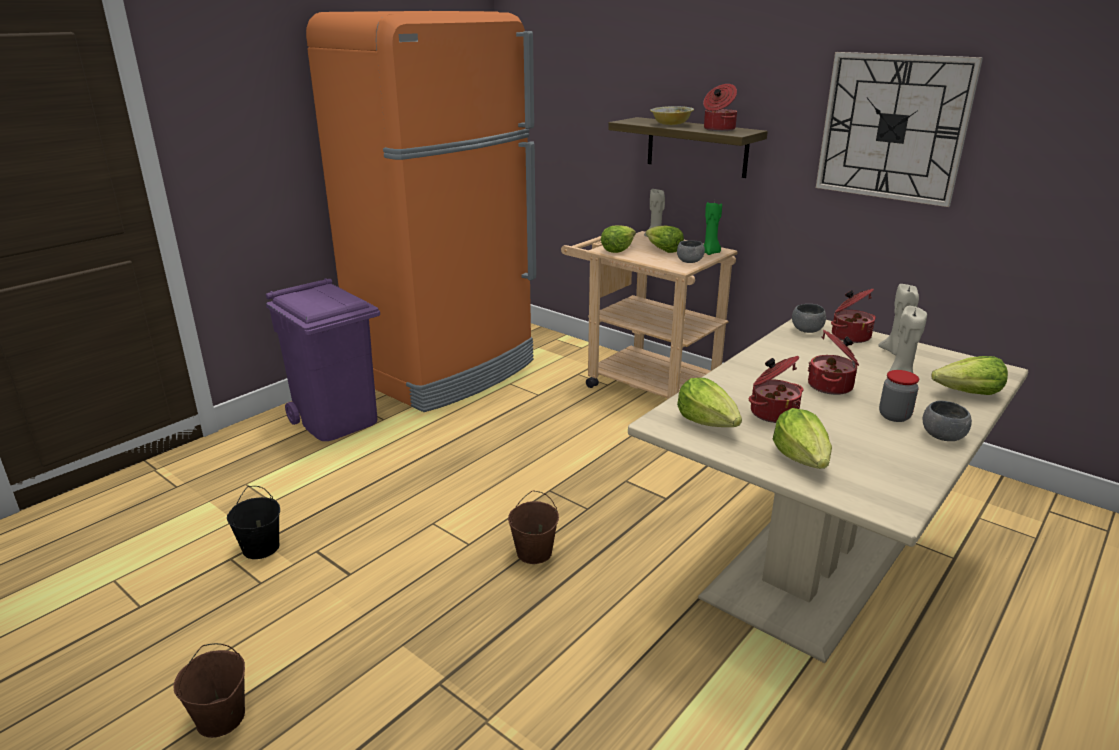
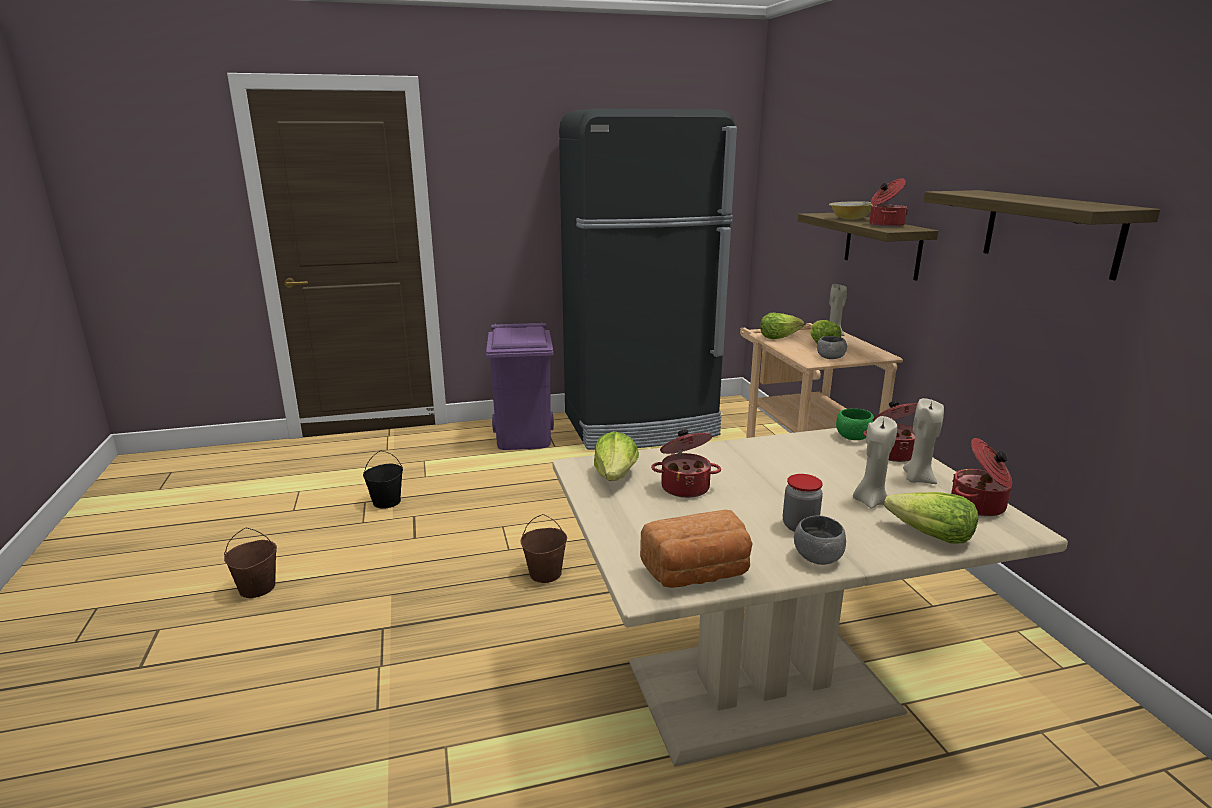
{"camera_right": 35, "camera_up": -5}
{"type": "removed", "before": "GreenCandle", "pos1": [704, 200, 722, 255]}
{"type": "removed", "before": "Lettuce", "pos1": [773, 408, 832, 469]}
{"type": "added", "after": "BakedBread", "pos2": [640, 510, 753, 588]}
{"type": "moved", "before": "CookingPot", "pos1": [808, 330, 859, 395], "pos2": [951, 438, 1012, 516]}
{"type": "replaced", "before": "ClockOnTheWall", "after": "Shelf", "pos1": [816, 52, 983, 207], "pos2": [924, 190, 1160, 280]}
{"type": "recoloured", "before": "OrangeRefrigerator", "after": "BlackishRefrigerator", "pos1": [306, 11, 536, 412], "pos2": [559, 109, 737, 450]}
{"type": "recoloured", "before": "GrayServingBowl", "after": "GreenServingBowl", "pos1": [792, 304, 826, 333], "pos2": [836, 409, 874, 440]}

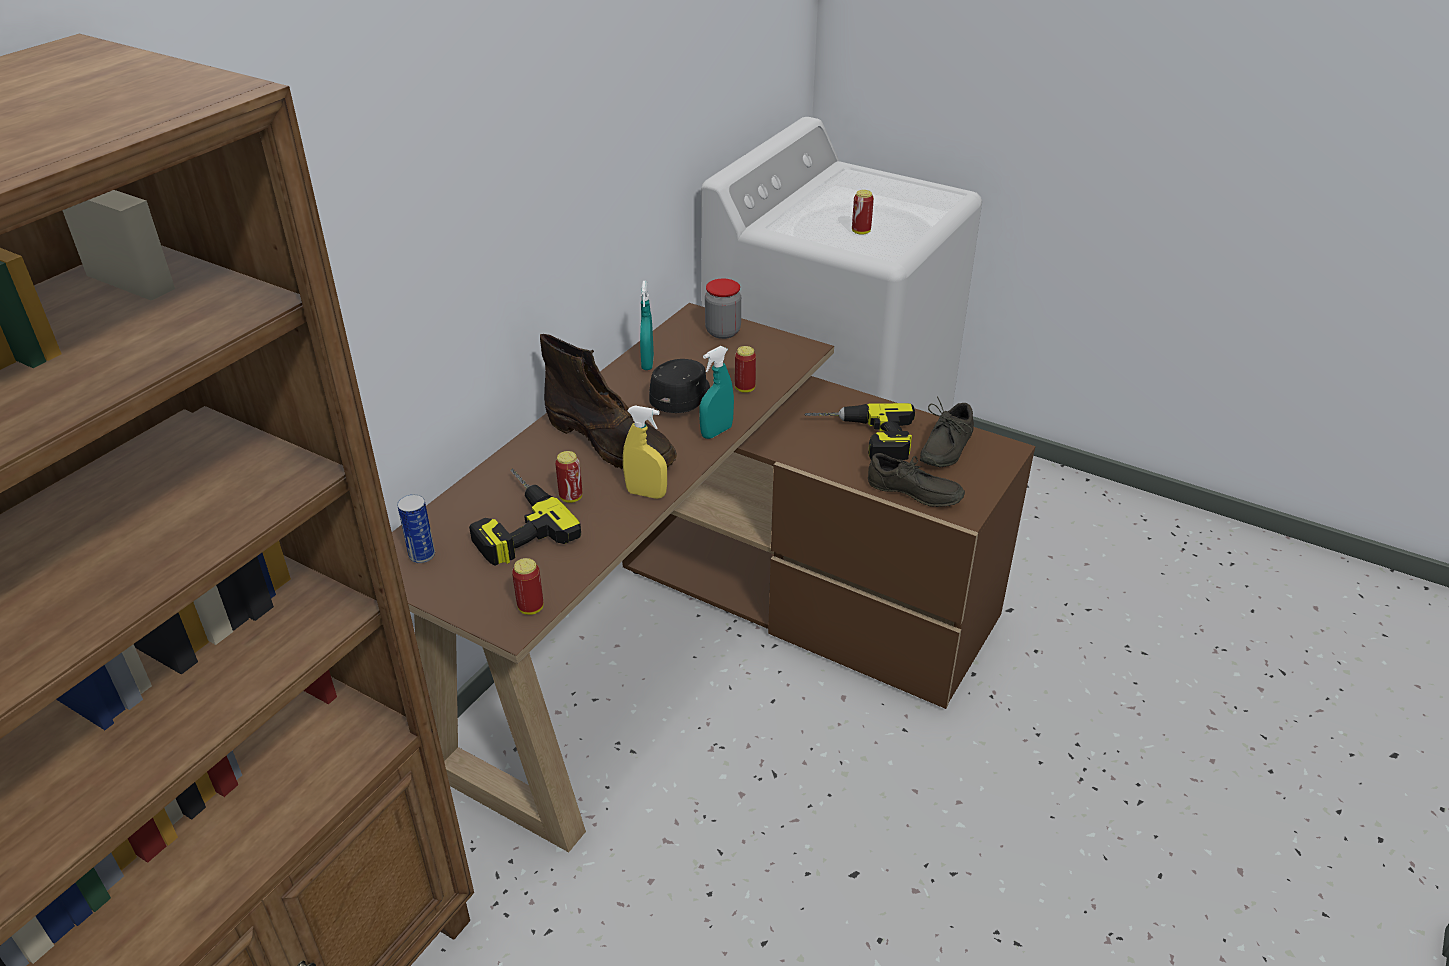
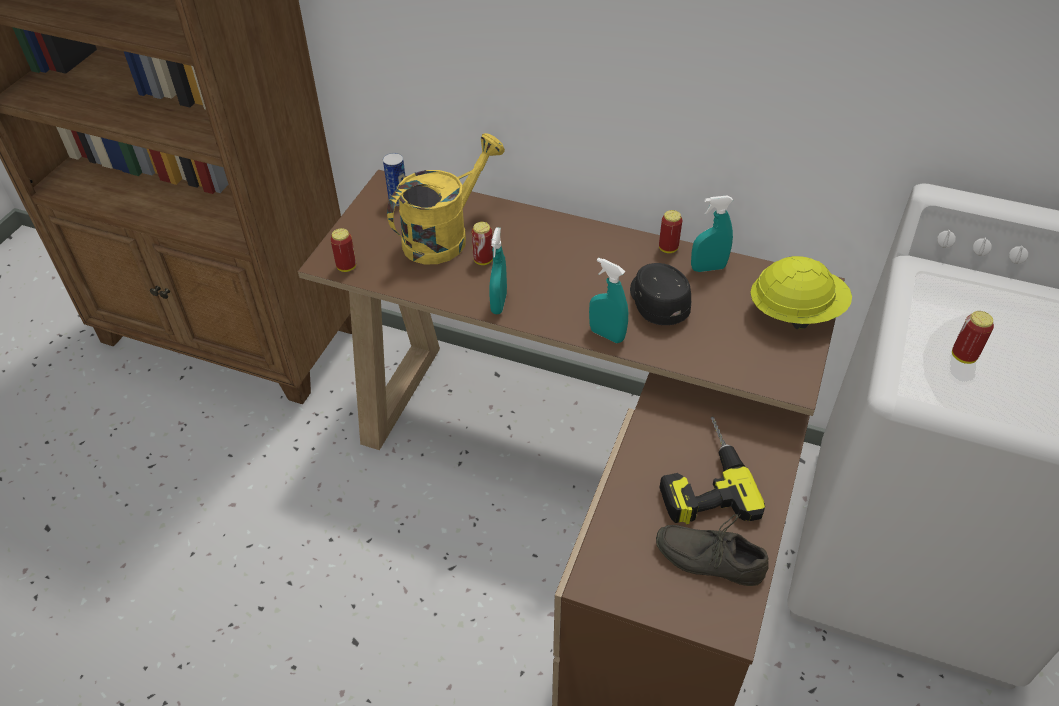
{"camera_right": 80, "camera_up": 10}
{"type": "removed", "before": "BrownishBoot", "pos1": [540, 334, 677, 469]}
{"type": "removed", "before": "GrayLowShoe", "pos1": [868, 453, 965, 507]}
{"type": "moved", "before": "SealedCan", "pos1": [735, 346, 756, 393], "pos2": [659, 210, 682, 253]}
{"type": "replaced", "before": "Drill", "after": "YellowishWateringPot", "pos1": [469, 469, 581, 566], "pos2": [387, 133, 505, 264]}
{"type": "replaced", "before": "Jar", "after": "YellowishWorkHelmet", "pos1": [705, 279, 741, 339], "pos2": [750, 256, 852, 329]}
{"type": "recoloured", "before": "YellowishSprayer", "after": "TurquoiseColouredSprayer", "pos1": [623, 406, 667, 499], "pos2": [489, 227, 507, 314]}
{"type": "turned", "before": "BlackishCap", "pos1": [649, 359, 710, 413], "pos2": [630, 263, 692, 325], "turn": -120}

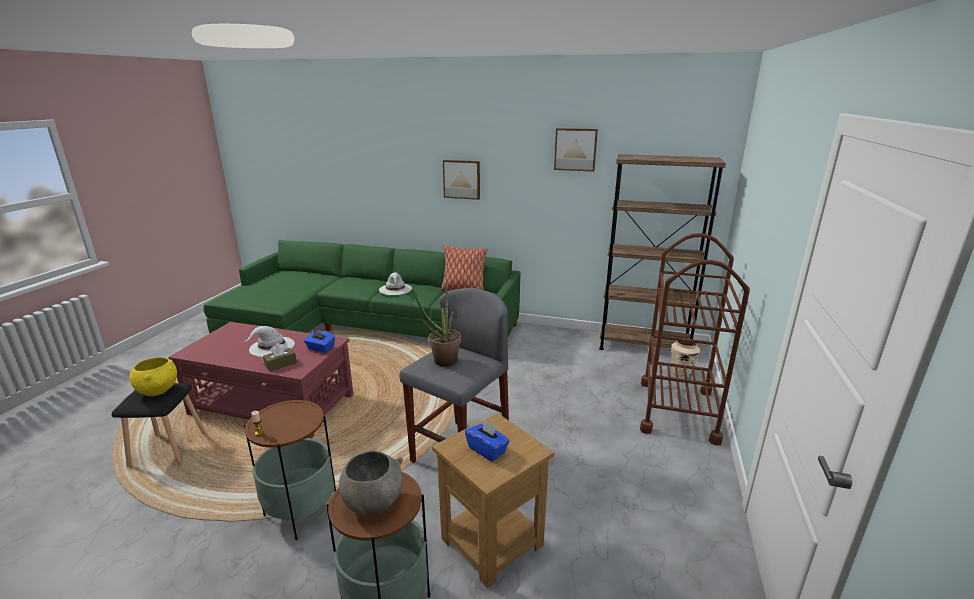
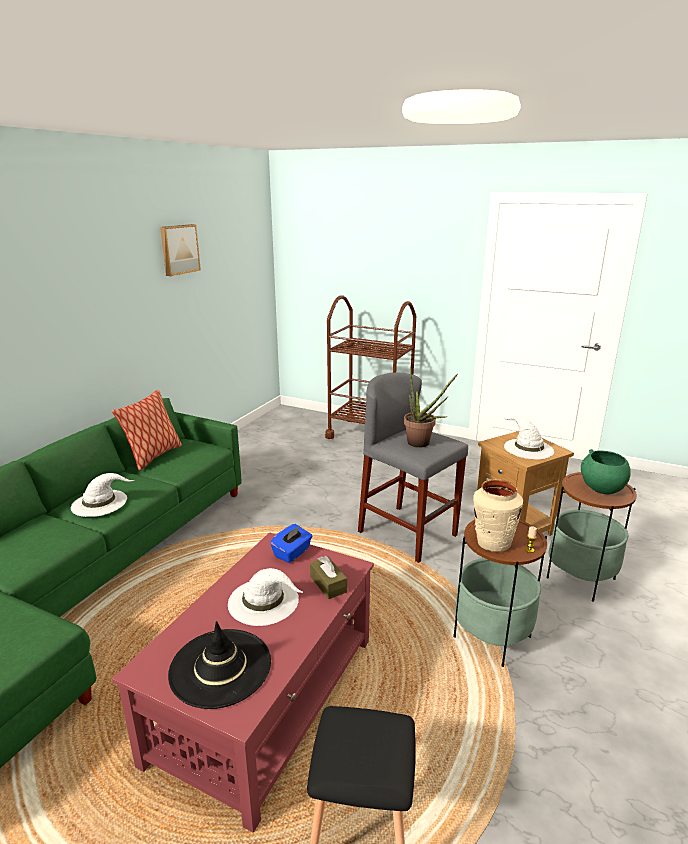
{"camera_right": -80, "camera_up": 0}
{"type": "removed", "before": "YellowishServingBowl", "pos1": [130, 357, 177, 396]}
{"type": "removed", "before": "WallArt", "pos1": [443, 160, 480, 200]}
{"type": "removed", "before": "BrownishShelvingUnit", "pos1": [599, 154, 726, 350]}
{"type": "added", "after": "BlackishClothingHat", "pos2": [168, 621, 271, 709]}
{"type": "moved", "before": "BeigeColouredFlowerVase", "pos1": [671, 338, 700, 377], "pos2": [473, 479, 523, 552]}
{"type": "replaced", "before": "BlueTissueBox", "after": "WhiteClothingHat", "pos1": [465, 419, 510, 461], "pos2": [503, 416, 554, 459]}
{"type": "recoloured", "before": "GrayServingBowl", "after": "GreenServingBowl", "pos1": [339, 450, 403, 515], "pos2": [581, 449, 631, 494]}

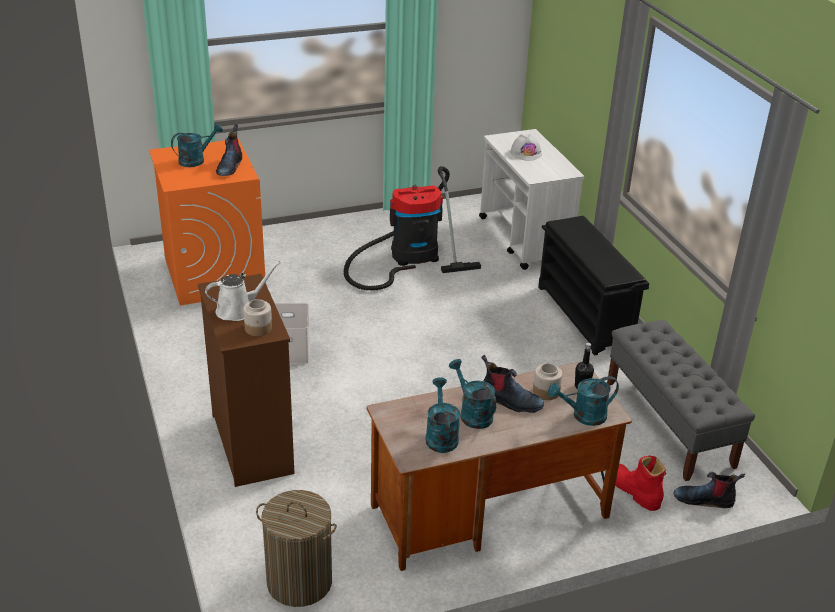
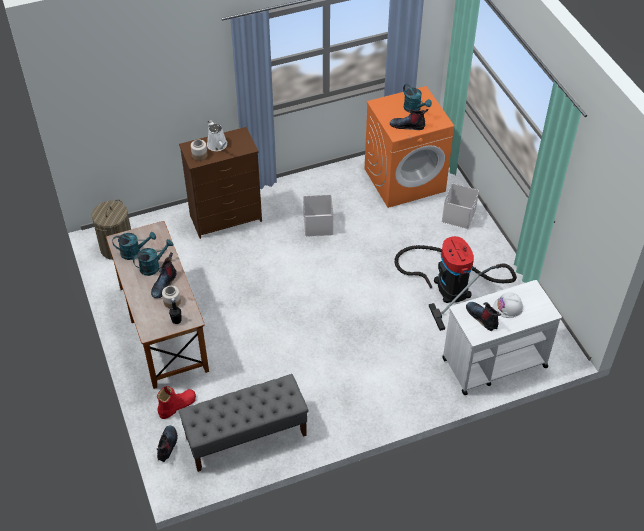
{"camera_right": 90, "camera_up": 15}
{"type": "removed", "before": "BlackishShoeShelf", "pos1": [538, 216, 649, 356]}
{"type": "removed", "before": "TurquoiseColouredWateringPot", "pos1": [548, 376, 619, 426]}
{"type": "added", "after": "WhiteStorageBin", "pos2": [442, 183, 479, 229]}
{"type": "added", "after": "Boot", "pos2": [466, 302, 501, 331]}

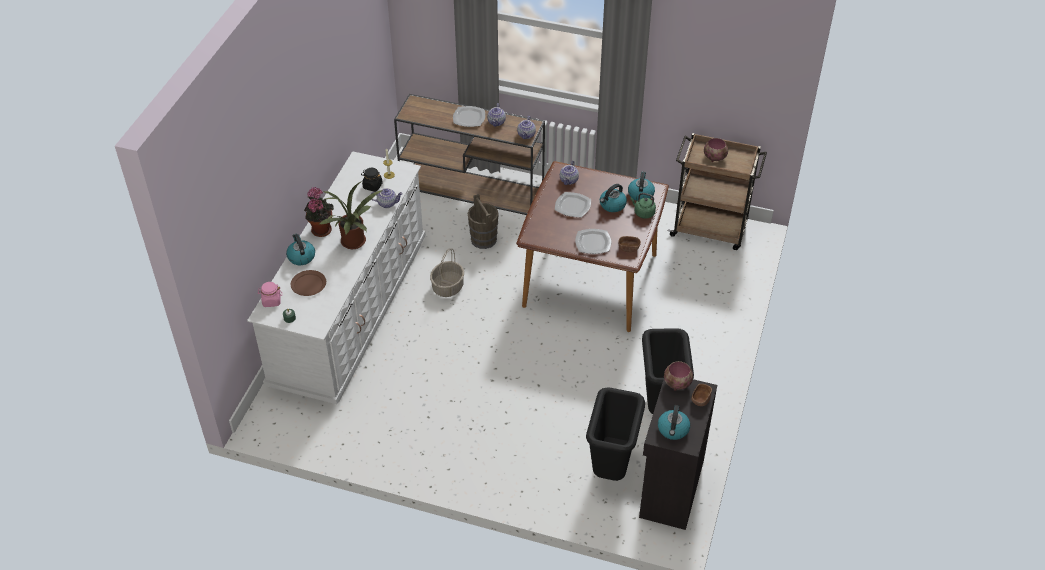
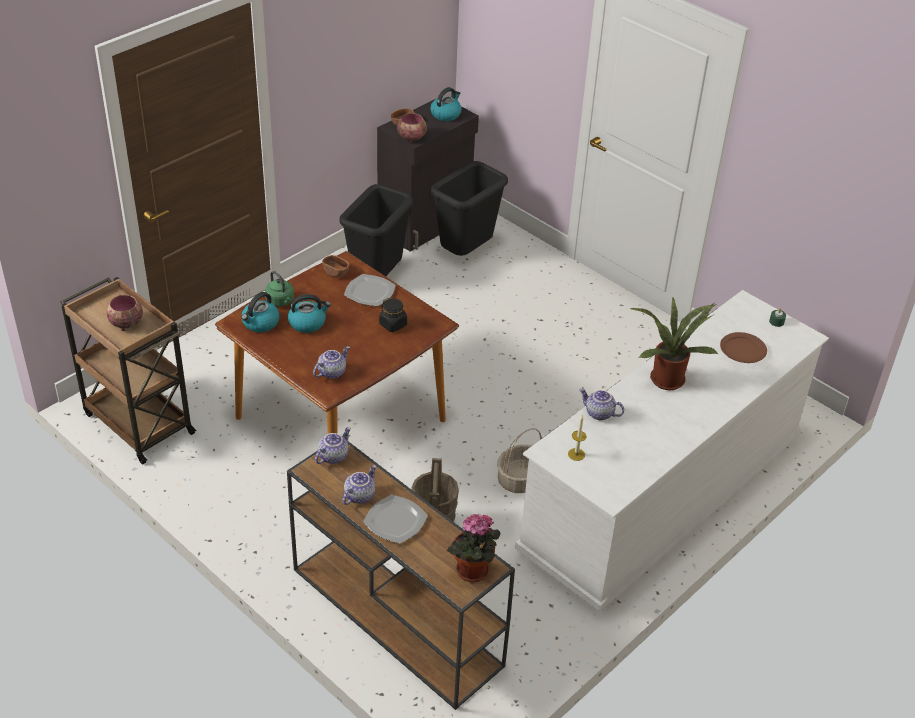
{"camera_right": -155, "camera_up": -5}
{"type": "removed", "before": "PinkJar", "pos1": [258, 282, 282, 307]}
{"type": "removed", "before": "TeaKettle", "pos1": [286, 234, 315, 265]}
{"type": "removed", "before": "FlatDish", "pos1": [555, 192, 591, 217]}
{"type": "moved", "before": "PottedPlant", "pos1": [304, 187, 334, 237], "pos2": [447, 514, 500, 582]}
{"type": "moved", "before": "BlackishJar", "pos1": [362, 168, 383, 192], "pos2": [379, 298, 407, 332]}

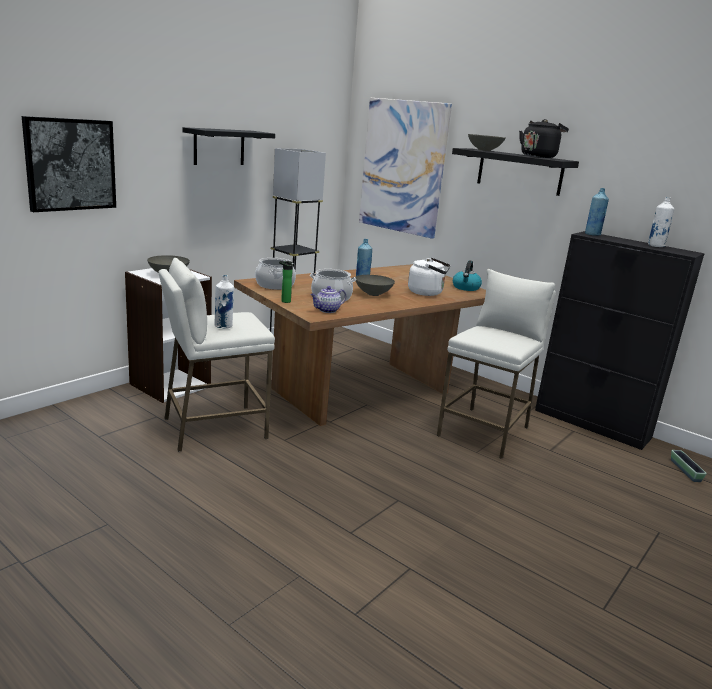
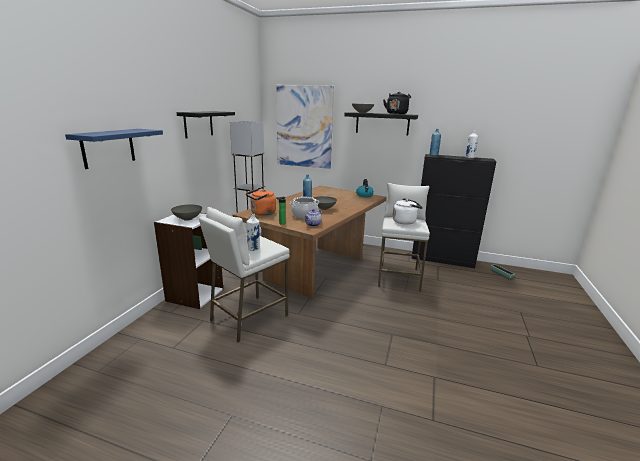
{"camera_right": -20, "camera_up": 0}
{"type": "moved", "before": "WhiteTeaKettle", "pos1": [408, 258, 450, 296], "pos2": [393, 198, 423, 225]}
{"type": "replaced", "before": "WallArt", "after": "BlueShelf", "pos1": [22, 116, 116, 212], "pos2": [65, 129, 163, 169]}
{"type": "replaced", "before": "CookingPot", "after": "OrangeTeaKettle", "pos1": [255, 258, 296, 290], "pos2": [246, 189, 276, 216]}

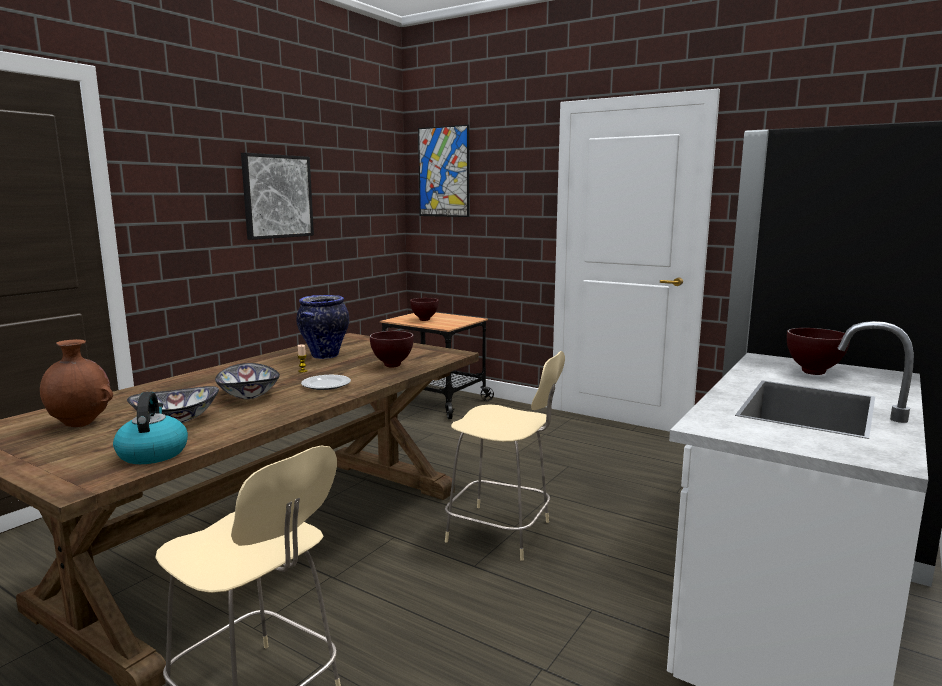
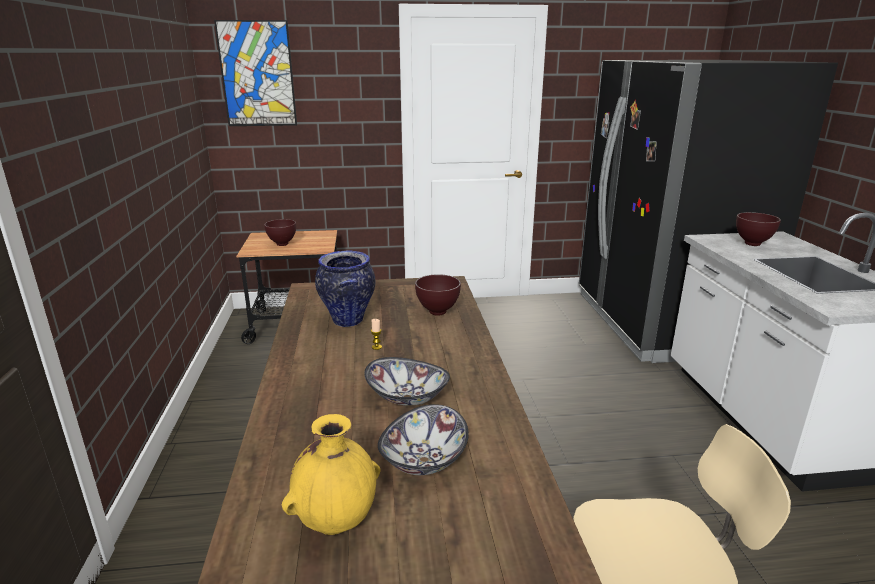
{"camera_right": -40, "camera_up": 10}
{"type": "removed", "before": "TeaKettle", "pos1": [113, 391, 188, 464]}
{"type": "removed", "before": "WallArt", "pos1": [241, 153, 314, 240]}
{"type": "removed", "before": "FlatDish", "pos1": [301, 375, 351, 390]}
{"type": "removed", "before": "BeigeColouredChair", "pos1": [445, 351, 565, 561]}
{"type": "recoloured", "before": "BrownishFlowerVase", "after": "YellowishFlowerVase", "pos1": [40, 339, 113, 427], "pos2": [282, 414, 381, 535]}

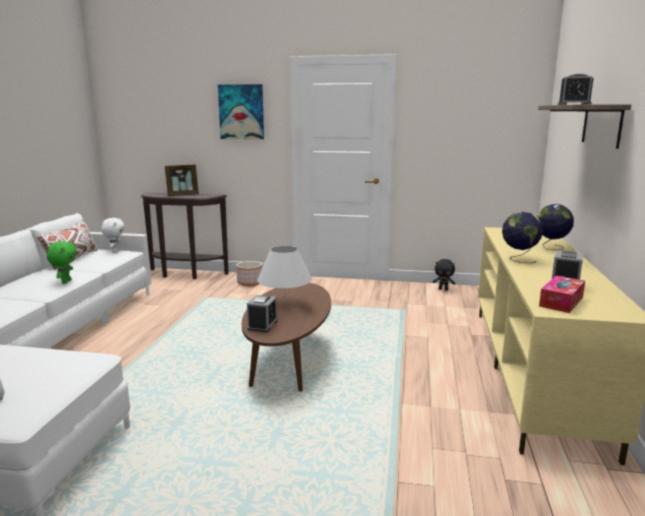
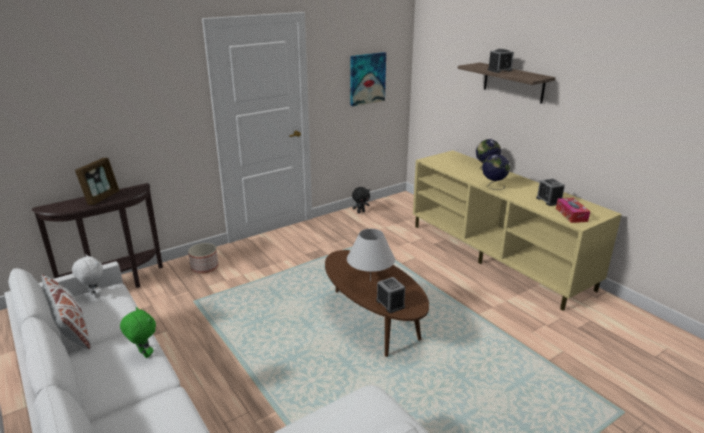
{"camera_right": -45, "camera_up": 10}
{"type": "moved", "before": "WallArt", "pos1": [218, 84, 264, 140], "pos2": [351, 52, 386, 107]}

